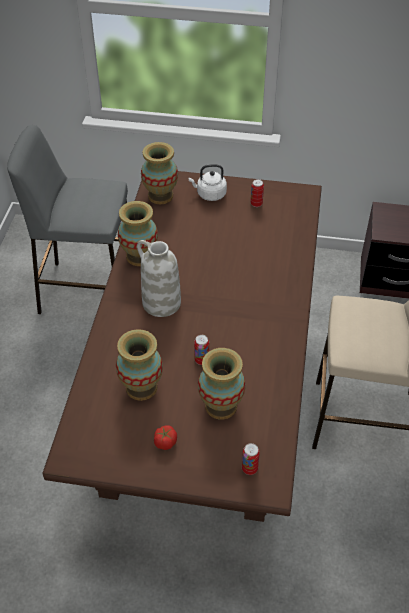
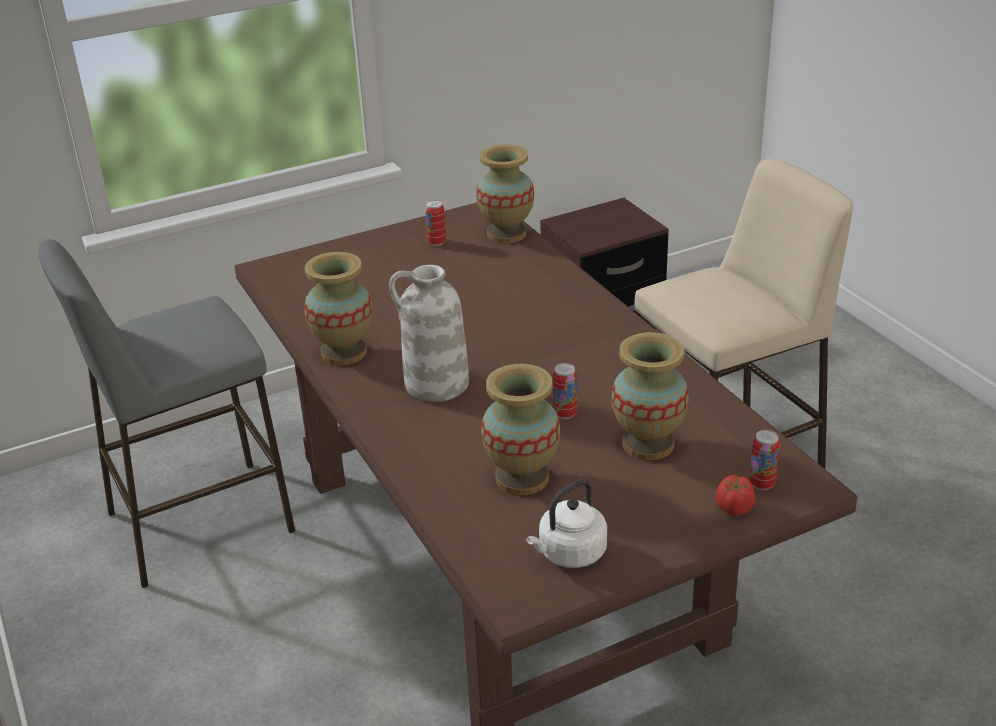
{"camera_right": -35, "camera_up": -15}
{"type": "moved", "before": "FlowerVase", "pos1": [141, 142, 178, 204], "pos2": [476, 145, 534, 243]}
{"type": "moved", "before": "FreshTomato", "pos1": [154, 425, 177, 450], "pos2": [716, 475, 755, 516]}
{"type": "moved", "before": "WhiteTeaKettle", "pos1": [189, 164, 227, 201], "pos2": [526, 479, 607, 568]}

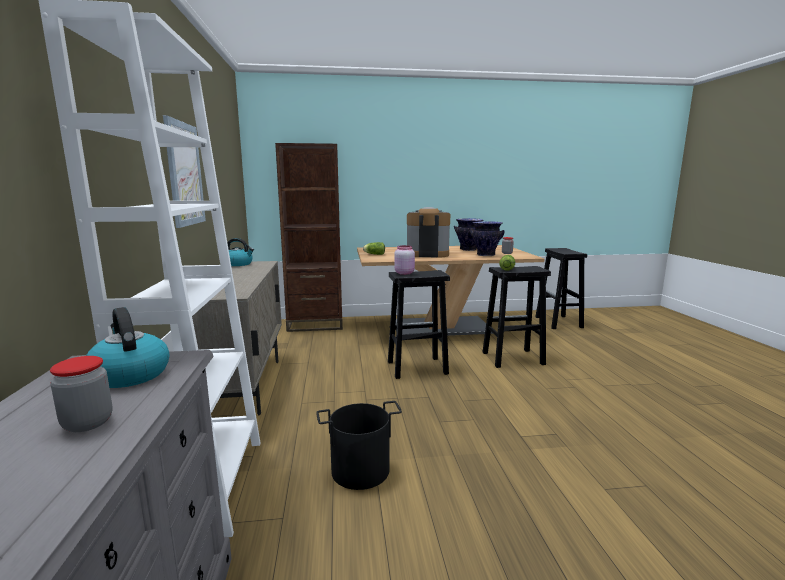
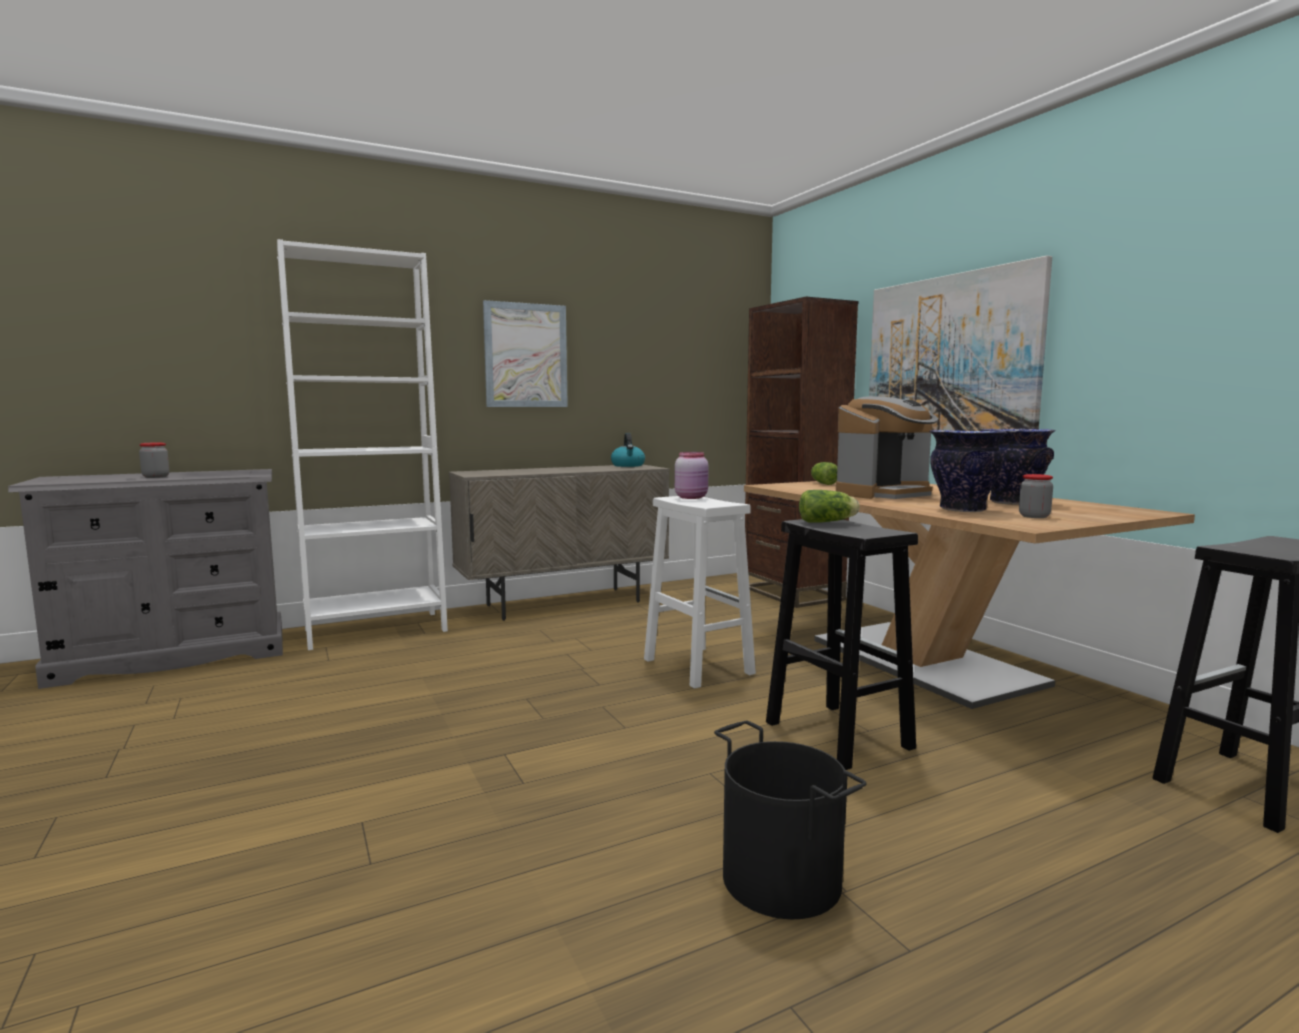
{"camera_right": 70, "camera_up": -5}
{"type": "removed", "before": "TeaKettle", "pos1": [86, 307, 169, 388]}
{"type": "added", "after": "WallArt", "pos2": [869, 256, 1052, 431]}
{"type": "moved", "before": "BlackishWaterBucket", "pos1": [316, 401, 402, 490], "pos2": [714, 721, 867, 919]}
{"type": "recoloured", "before": "BlackishStool", "after": "WhiteStool", "pos1": [388, 270, 450, 379], "pos2": [644, 496, 756, 689]}
{"type": "turned", "before": "CoffeeMaker", "pos1": [407, 207, 450, 257], "pos2": [836, 397, 938, 499], "turn": 75}

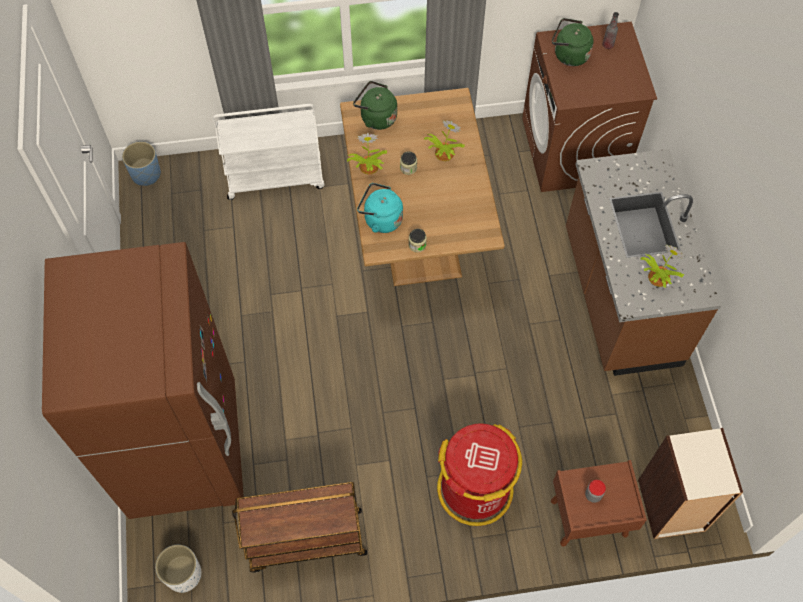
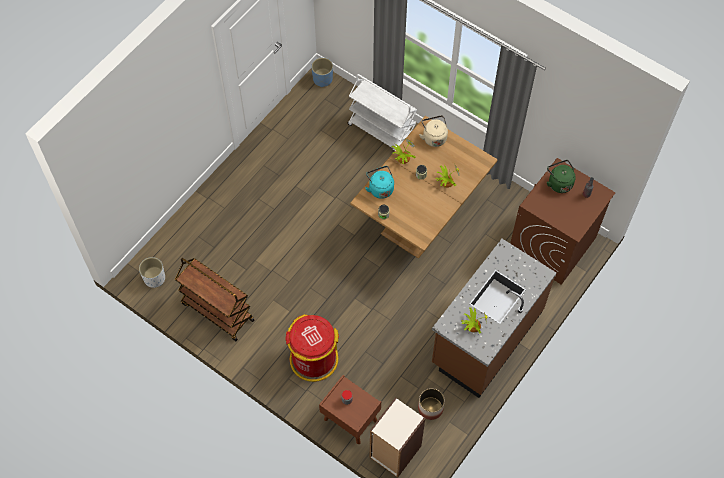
{"camera_right": 45, "camera_up": 0}
{"type": "removed", "before": "BrownishRefrigerator", "pos1": [42, 242, 244, 519]}
{"type": "added", "after": "FlowerPot", "pos2": [418, 388, 445, 420]}
{"type": "recoloured", "before": "GreenTeaKettle", "after": "BeigeColouredTeaKettle", "pos1": [353, 81, 397, 130], "pos2": [419, 115, 448, 147]}

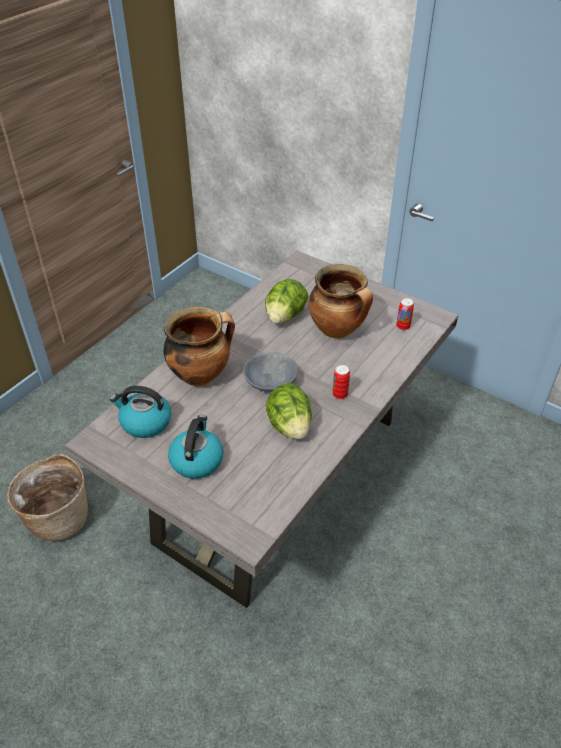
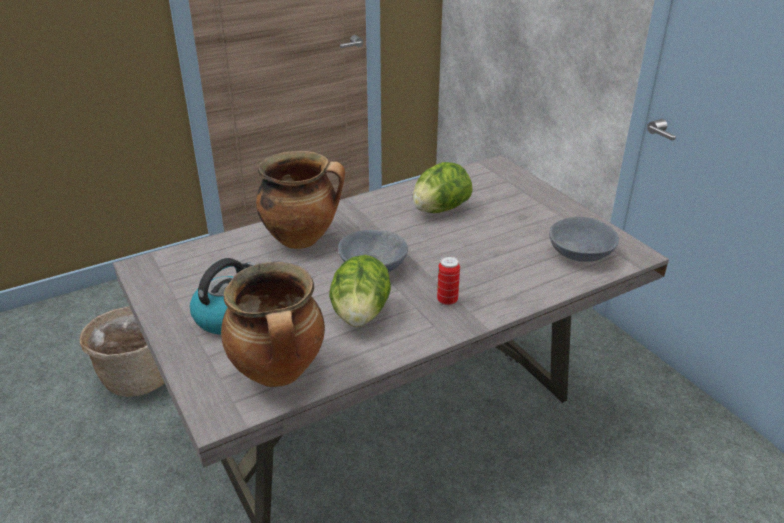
{"camera_right": 25, "camera_up": -10}
{"type": "removed", "before": "TeaKettle", "pos1": [110, 386, 171, 438]}
{"type": "moved", "before": "CookingPot", "pos1": [309, 264, 373, 338], "pos2": [221, 261, 325, 387]}
{"type": "replaced", "before": "SealedCan", "after": "GrayServingBowl", "pos1": [396, 298, 414, 330], "pos2": [549, 217, 619, 262]}

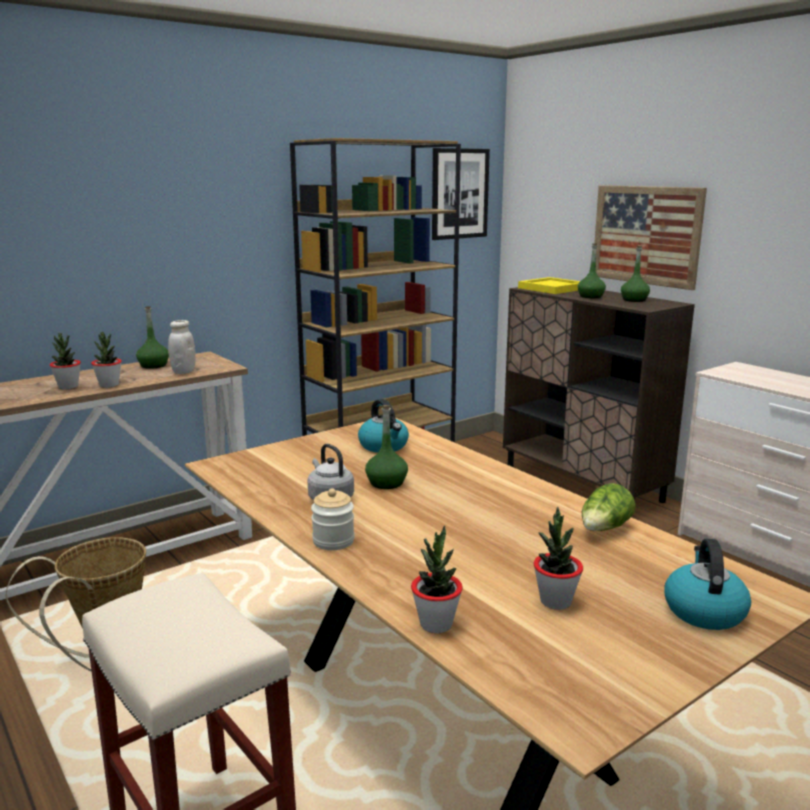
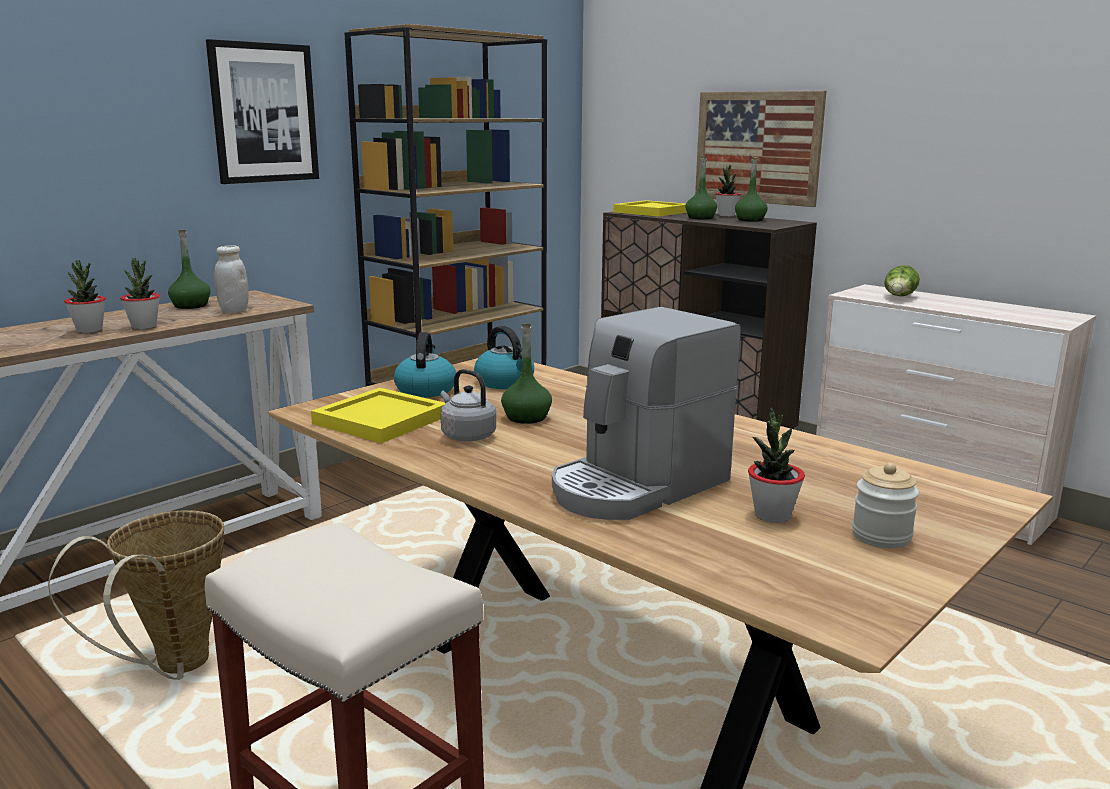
{"camera_right": -10, "camera_up": 0}
{"type": "added", "after": "YellowishServingTray", "pos2": [311, 388, 445, 443]}
{"type": "added", "after": "CoffeeMaker", "pos2": [552, 307, 741, 520]}
{"type": "moved", "before": "Jar", "pos1": [311, 488, 354, 550], "pos2": [852, 463, 919, 549]}
{"type": "moved", "before": "PottedPlant", "pos1": [411, 525, 463, 633], "pos2": [715, 165, 741, 217]}
{"type": "moved", "before": "WallArt", "pos1": [432, 148, 490, 240], "pos2": [206, 39, 319, 184]}
{"type": "moved", "before": "Lettuce", "pos1": [582, 483, 635, 531], "pos2": [884, 265, 920, 296]}
{"type": "moved", "before": "TeaKettle", "pos1": [664, 539, 751, 630], "pos2": [394, 332, 456, 398]}

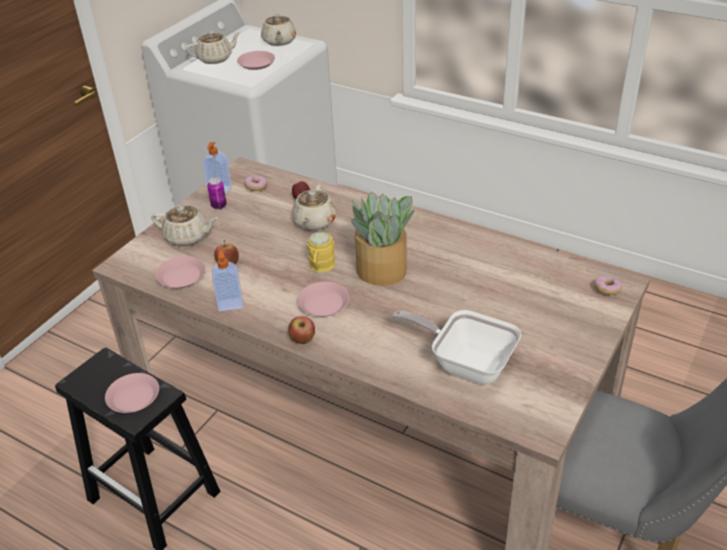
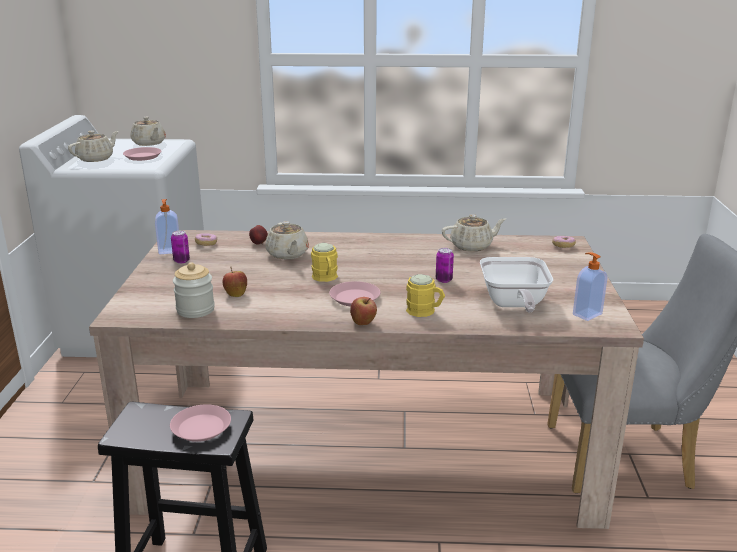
{"camera_right": -30, "camera_up": -15}
{"type": "removed", "before": "PottedPlant", "pos1": [351, 192, 415, 286]}
{"type": "added", "after": "YellowishTeaMug", "pos2": [406, 274, 445, 317]}
{"type": "added", "after": "SealedCan", "pos2": [436, 248, 454, 283]}
{"type": "moved", "before": "BeigeColouredTeaPot", "pos1": [151, 205, 218, 246], "pos2": [442, 214, 506, 251]}
{"type": "moved", "before": "LiquidSoapBottle", "pos1": [212, 249, 243, 311], "pos2": [573, 252, 607, 321]}
{"type": "replaced", "before": "PinkFlatDish", "after": "Jar", "pos1": [155, 256, 206, 288], "pos2": [173, 262, 215, 318]}
{"type": "turned", "before": "Skillet", "pos1": [393, 310, 522, 385], "pos2": [480, 257, 553, 313], "turn": -90}

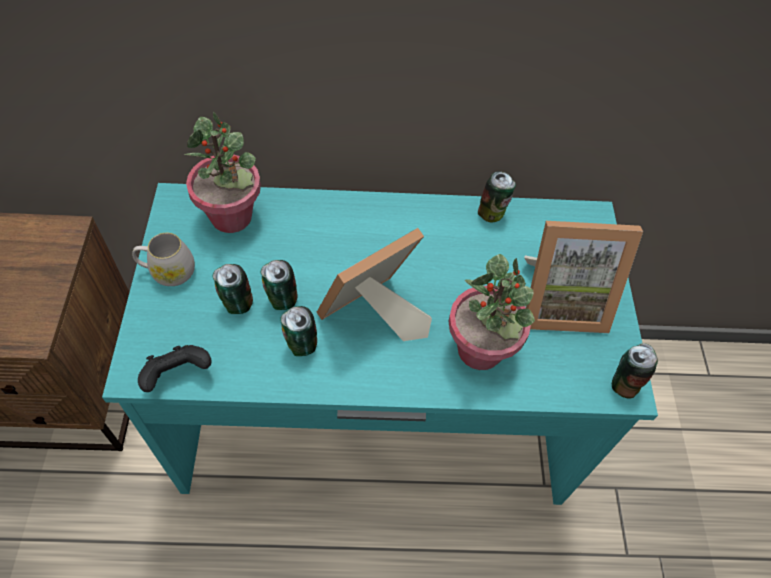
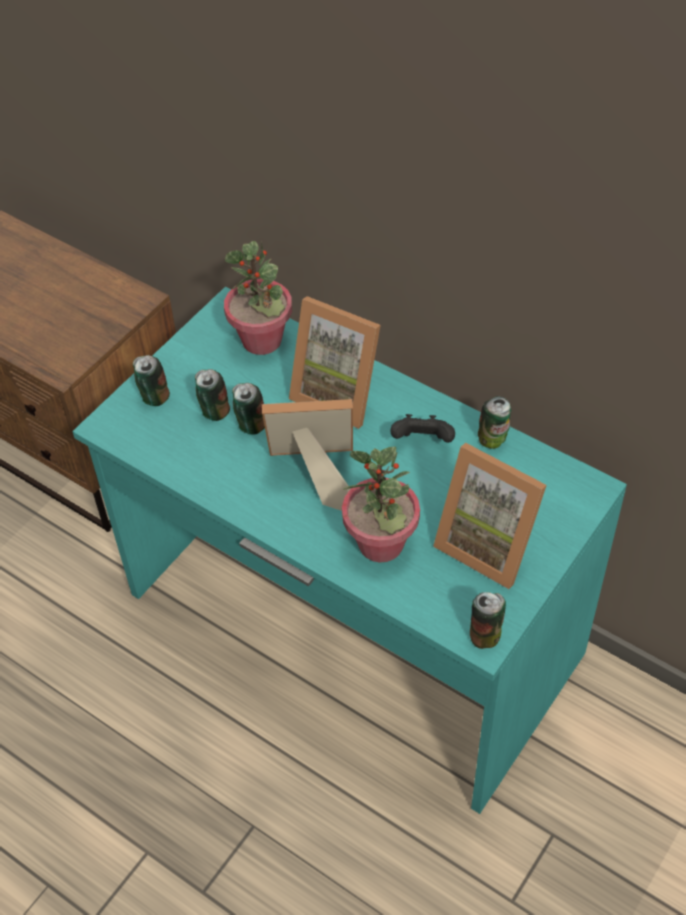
{"camera_right": 40, "camera_up": -5}
{"type": "removed", "before": "WhiteTeaMug", "pos1": [132, 233, 195, 286]}
{"type": "added", "after": "PhotoFrame", "pos2": [289, 296, 381, 429]}
{"type": "moved", "before": "BlackishGameController", "pos1": [138, 345, 212, 392], "pos2": [390, 414, 455, 443]}
{"type": "moved", "before": "SealedCan", "pos1": [280, 306, 317, 356], "pos2": [133, 355, 170, 406]}

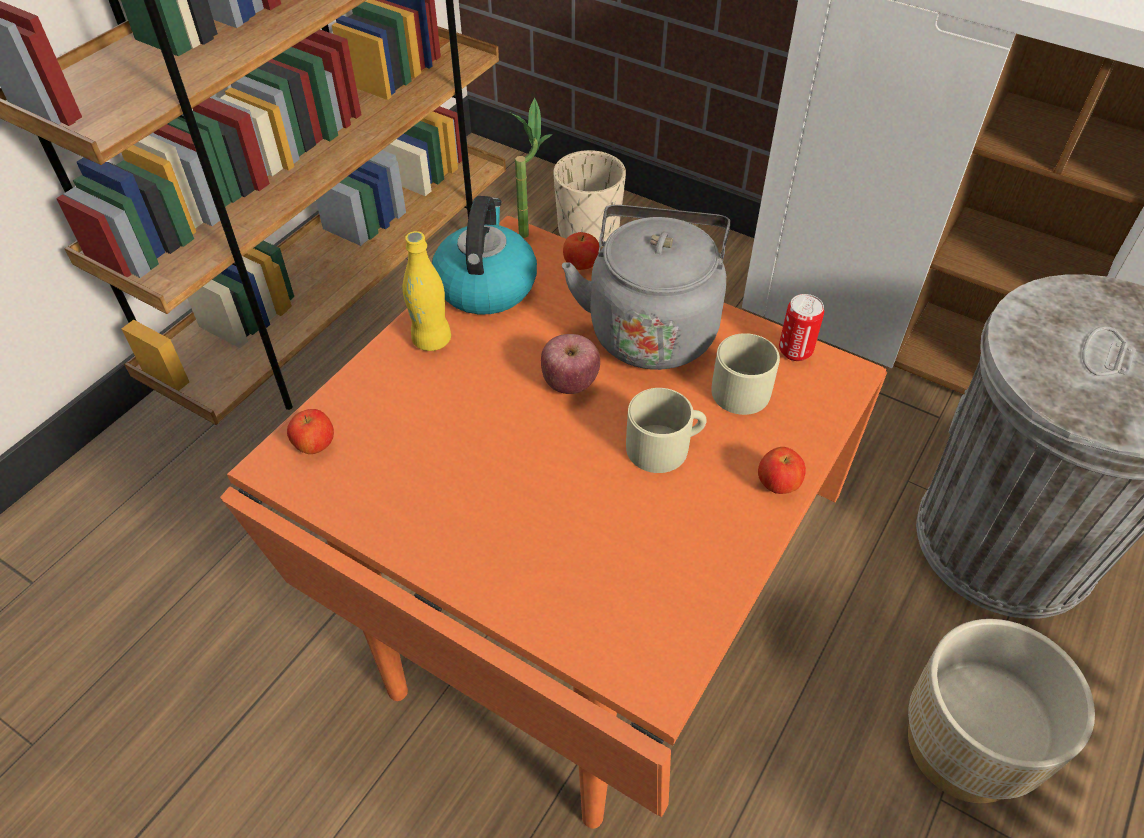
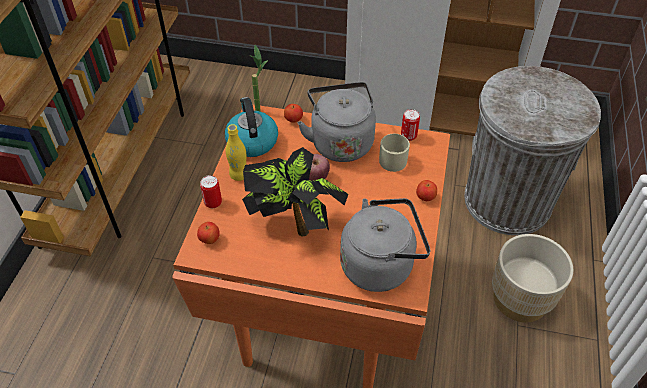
{"camera_right": -20, "camera_up": 0}
{"type": "removed", "before": "BeigeColouredFlowerPot", "pos1": [554, 150, 626, 247]}
{"type": "removed", "before": "BeigeColouredTeaMug", "pos1": [626, 388, 707, 473]}
{"type": "added", "after": "SealedCan", "pos2": [200, 175, 222, 208]}
{"type": "added", "after": "PottedPlant", "pos2": [242, 147, 349, 236]}
{"type": "added", "after": "GrayTeaKettle", "pos2": [340, 198, 430, 292]}

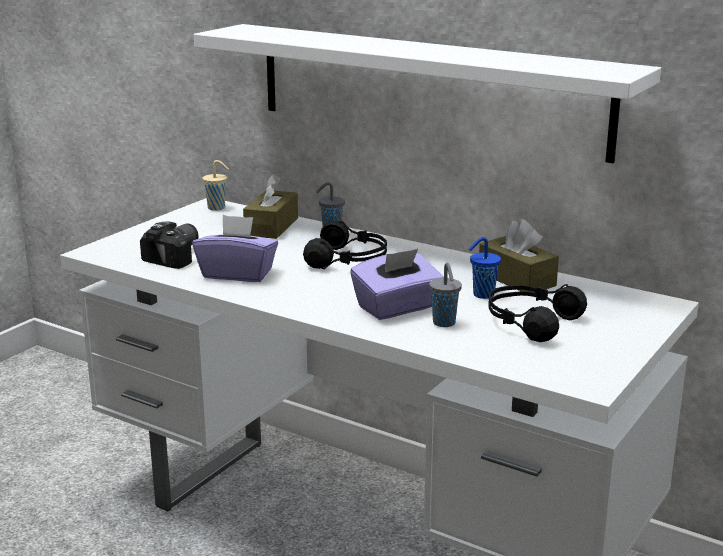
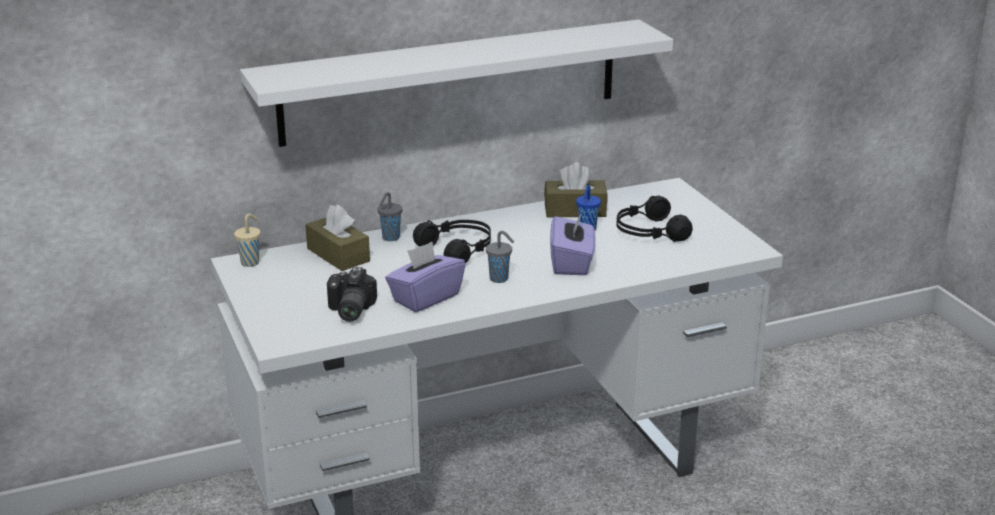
{"camera_right": -55, "camera_up": 5}
{"type": "moved", "before": "GrayCup", "pos1": [429, 263, 462, 327], "pos2": [486, 231, 514, 283]}
{"type": "turned", "before": "StillCamera", "pos1": [140, 222, 198, 269], "pos2": [327, 267, 377, 322], "turn": -150}

